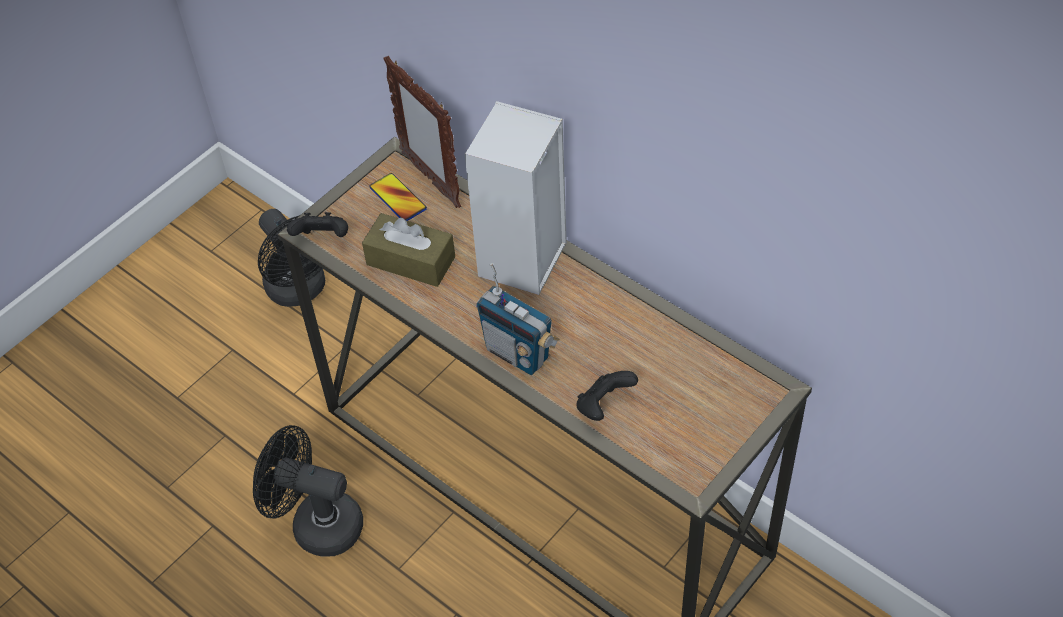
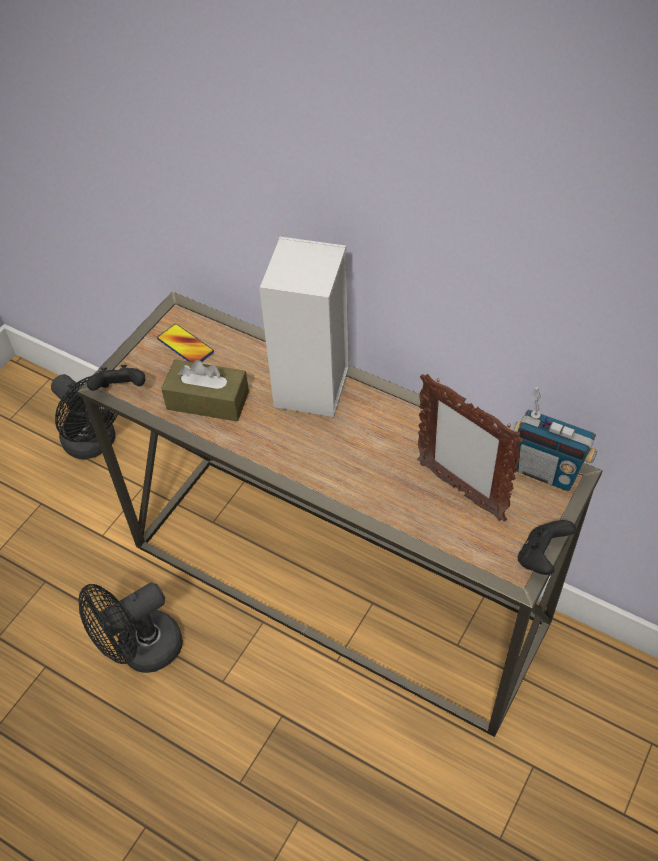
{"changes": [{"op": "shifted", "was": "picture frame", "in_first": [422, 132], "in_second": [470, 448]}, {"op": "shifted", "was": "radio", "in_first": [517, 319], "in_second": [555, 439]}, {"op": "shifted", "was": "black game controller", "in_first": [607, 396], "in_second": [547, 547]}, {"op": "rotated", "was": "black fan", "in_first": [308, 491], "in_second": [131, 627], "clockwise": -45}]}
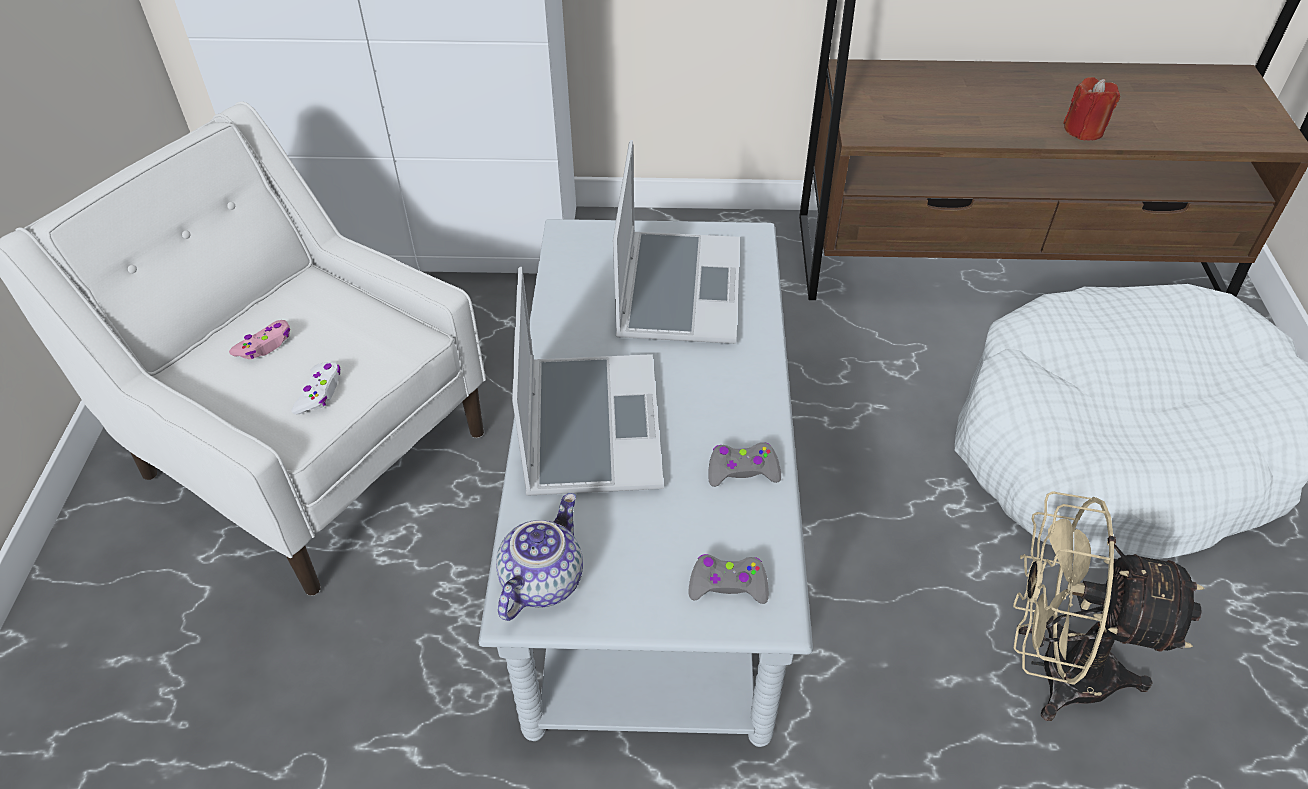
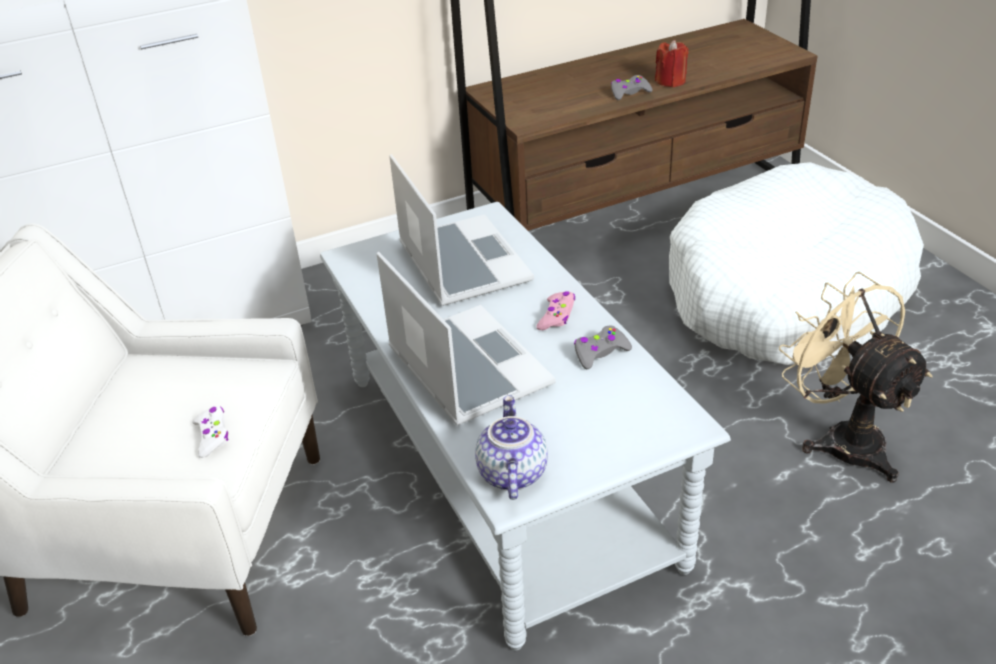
{"changes": [{"op": "shifted", "was": "pink game controller", "in_first": [259, 339], "in_second": [556, 310]}, {"op": "shifted", "was": "grey game controller", "in_first": [728, 579], "in_second": [632, 87]}, {"op": "rotated", "was": "beige fan", "in_first": [1109, 606], "in_second": [856, 377], "clockwise": 75}]}
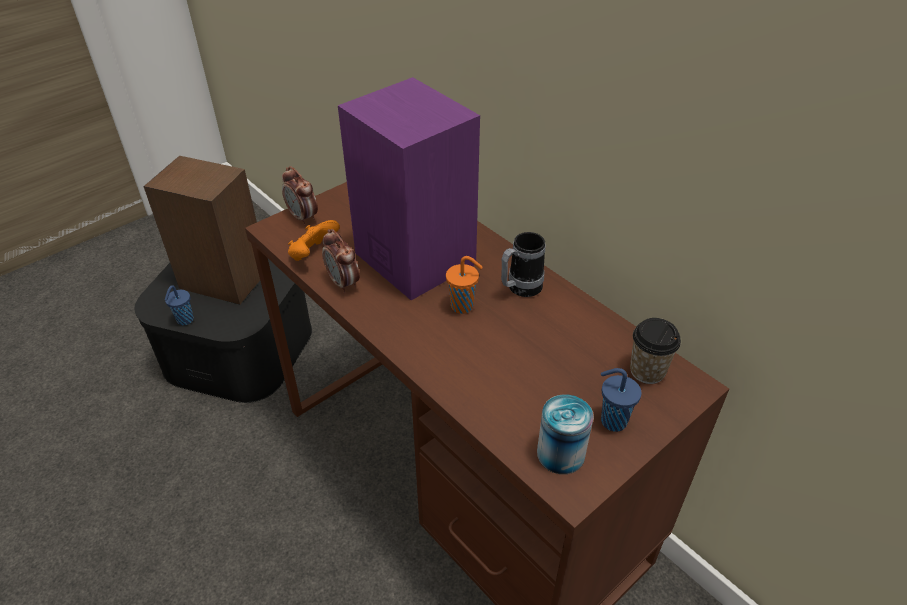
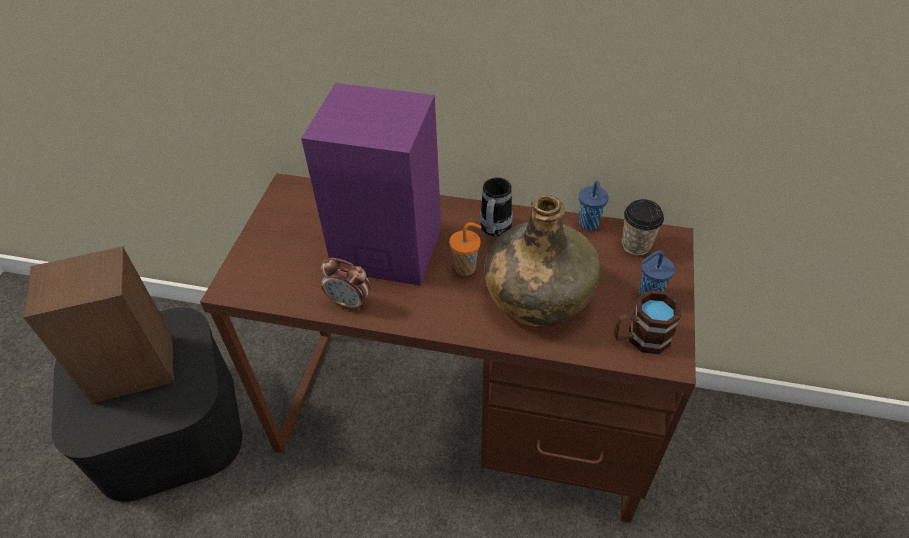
{"changes": [{"op": "gone", "was": "alarm clock", "in_first": [300, 196]}, {"op": "gone", "was": "orange game controller", "in_first": [314, 240]}, {"op": "new", "now": "green bottle", "in_second": [542, 260]}, {"op": "shifted", "was": "blue cup", "in_first": [179, 305], "in_second": [594, 205]}, {"op": "swapped", "was": "can", "now": "brown mug", "in_first": [565, 434], "in_second": [647, 322]}]}
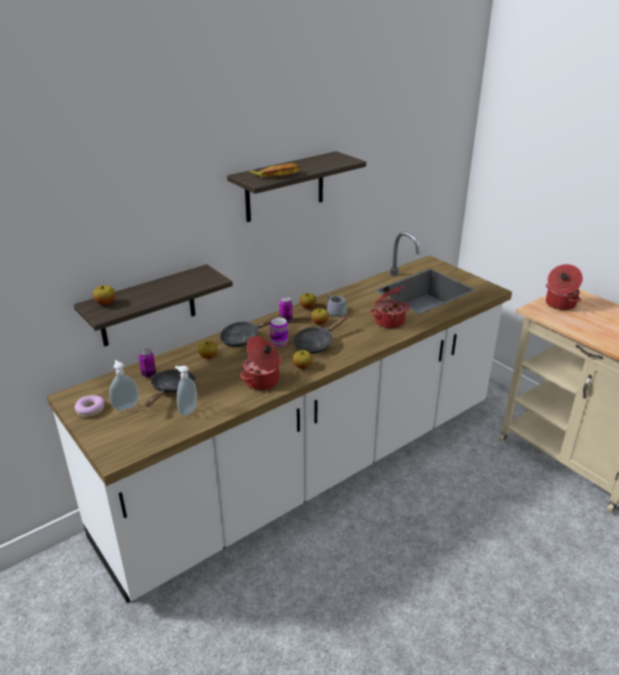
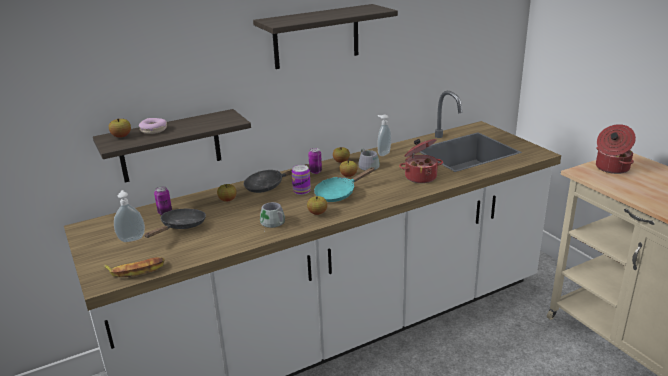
{"changes": [{"op": "shifted", "was": "donut", "in_first": [89, 406], "in_second": [153, 126]}, {"op": "shifted", "was": "soap dispenser", "in_first": [186, 391], "in_second": [384, 135]}, {"op": "shifted", "was": "banana", "in_first": [274, 170], "in_second": [134, 267]}, {"op": "swapped", "was": "cooking pot", "now": "grey mug", "in_first": [261, 363], "in_second": [272, 217]}, {"op": "repainted", "was": "black frying pan", "now": "turquoise frying pan", "in_first": [320, 334], "in_second": [344, 184]}]}
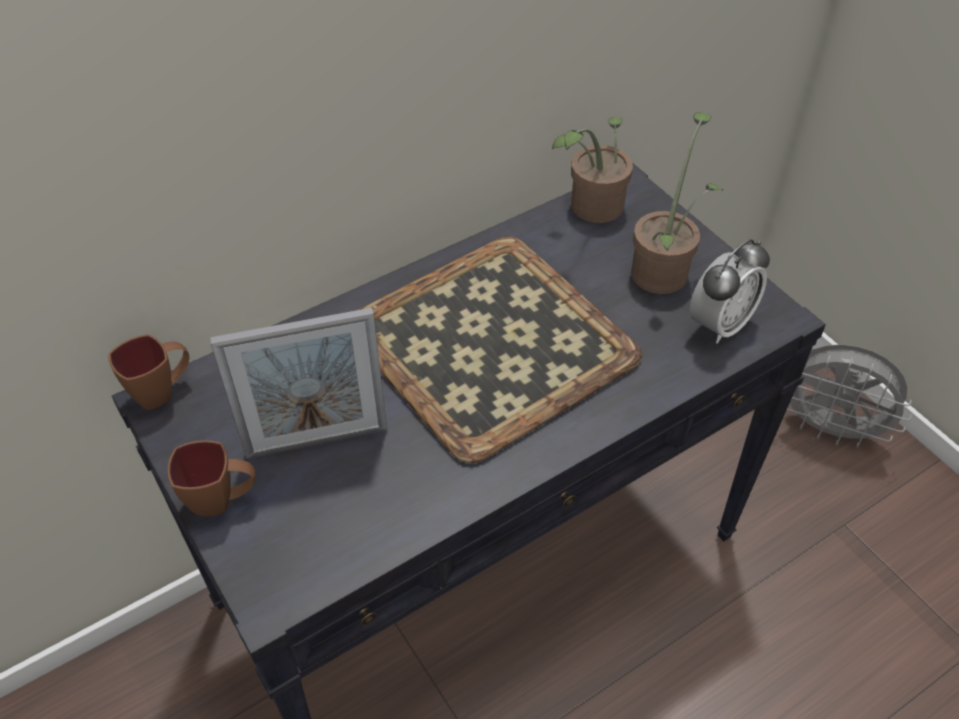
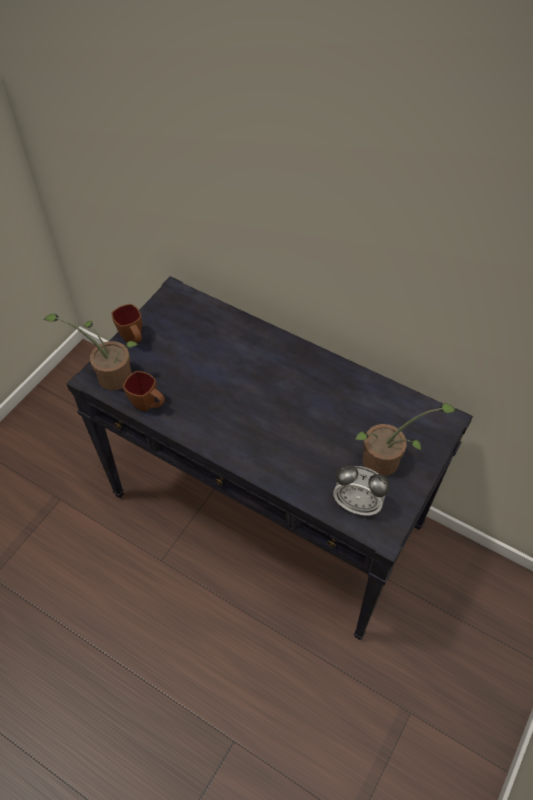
{"changes": [{"op": "gone", "was": "picture frame", "in_first": [298, 383]}, {"op": "gone", "was": "tray", "in_first": [500, 349]}, {"op": "gone", "was": "grey fan", "in_first": [849, 396]}, {"op": "shifted", "was": "brown mug", "in_first": [149, 372], "in_second": [144, 391]}, {"op": "shifted", "was": "potted plant", "in_first": [592, 170], "in_second": [91, 352]}]}
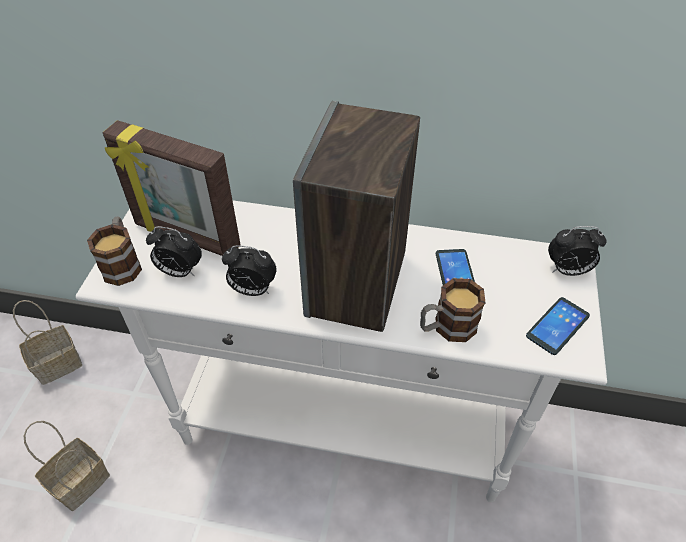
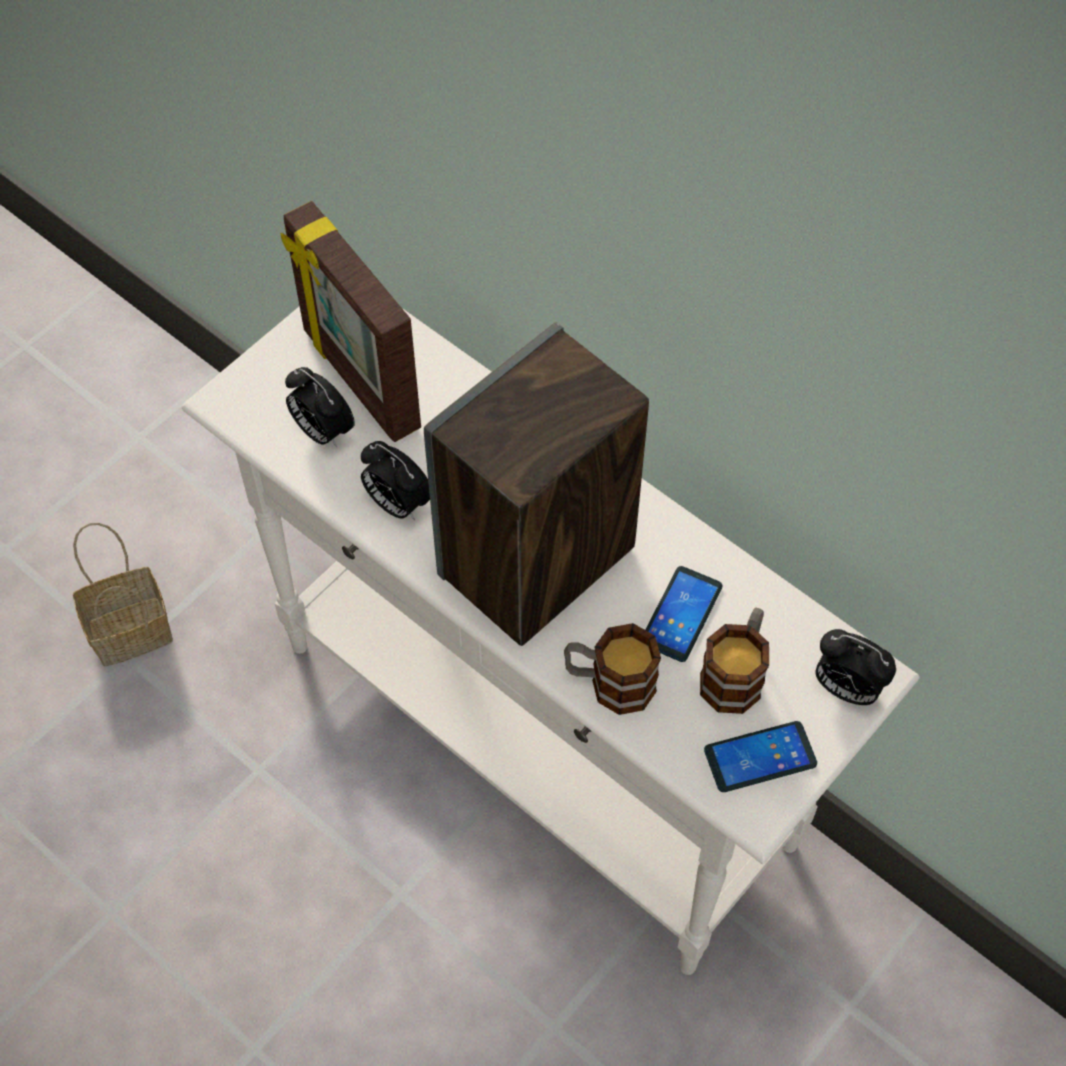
{"changes": [{"op": "gone", "was": "basket", "in_first": [47, 342]}, {"op": "shifted", "was": "mug", "in_first": [114, 251], "in_second": [734, 661]}]}
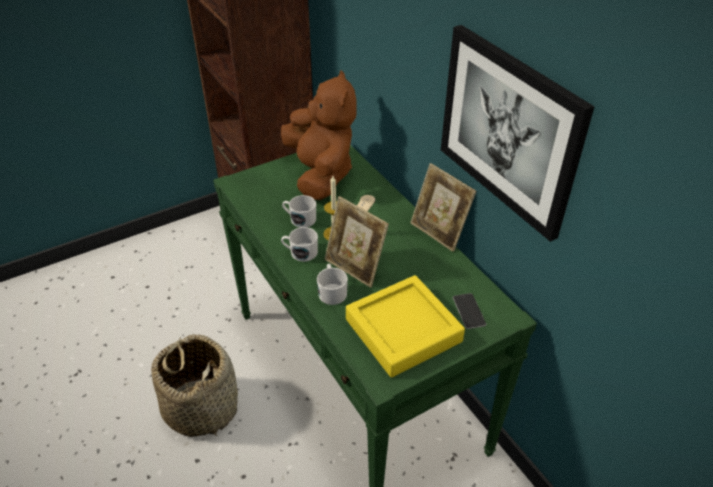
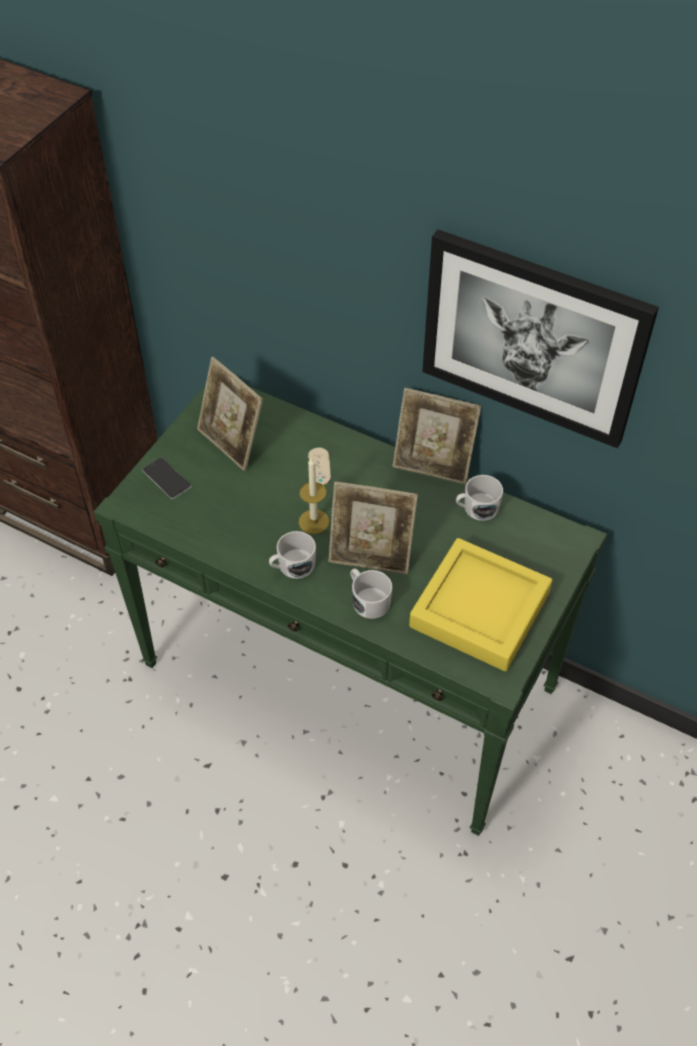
{"changes": [{"op": "gone", "was": "basket", "in_first": [194, 385]}, {"op": "shifted", "was": "white mug", "in_first": [299, 211], "in_second": [479, 498]}, {"op": "shifted", "was": "phone", "in_first": [469, 311], "in_second": [166, 478]}, {"op": "swapped", "was": "brown plush toy", "now": "picture frame", "in_first": [319, 135], "in_second": [230, 414]}]}
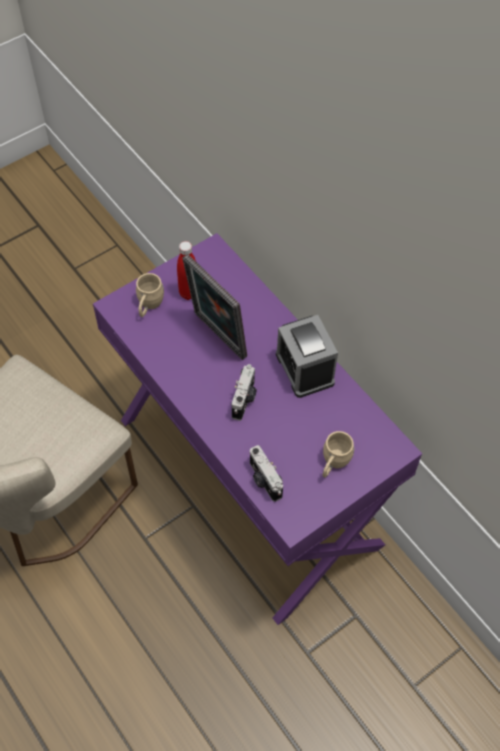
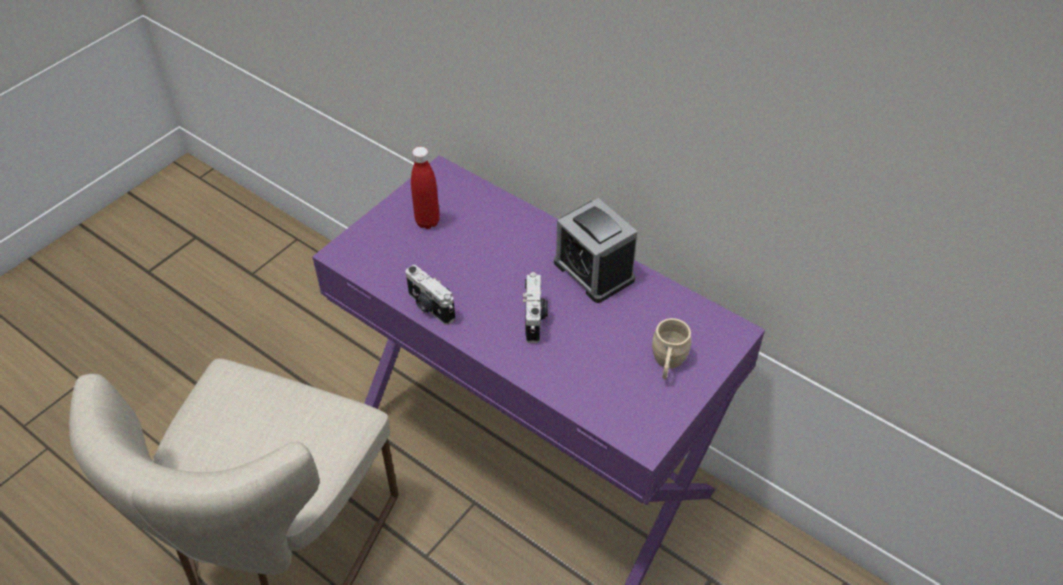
{"changes": [{"op": "gone", "was": "beige mug", "in_first": [150, 295]}, {"op": "gone", "was": "picture frame", "in_first": [214, 307]}, {"op": "shifted", "was": "photo camera", "in_first": [266, 473], "in_second": [430, 295]}]}
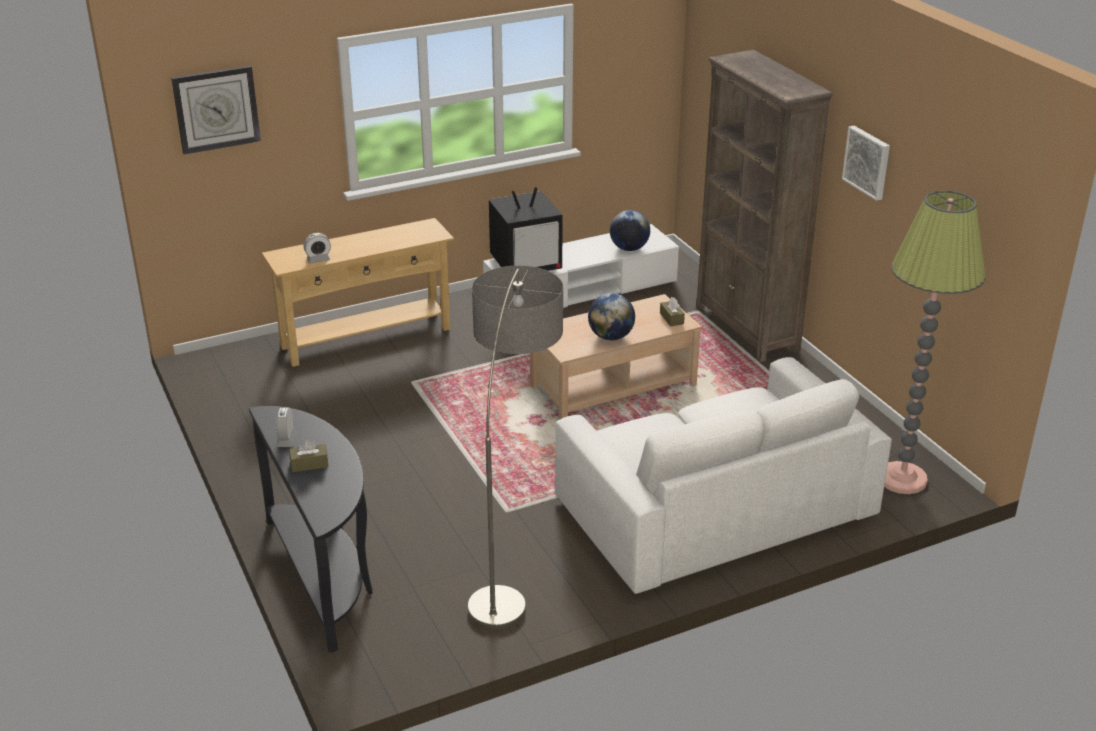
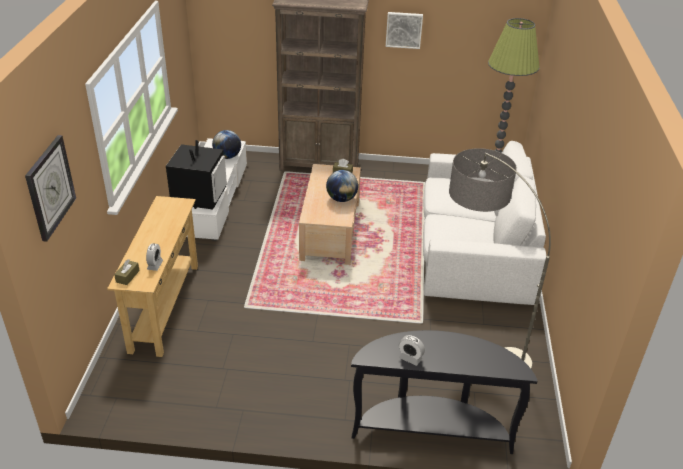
{"changes": [{"op": "shifted", "was": "brown tissue box", "in_first": [308, 456], "in_second": [127, 272]}]}
